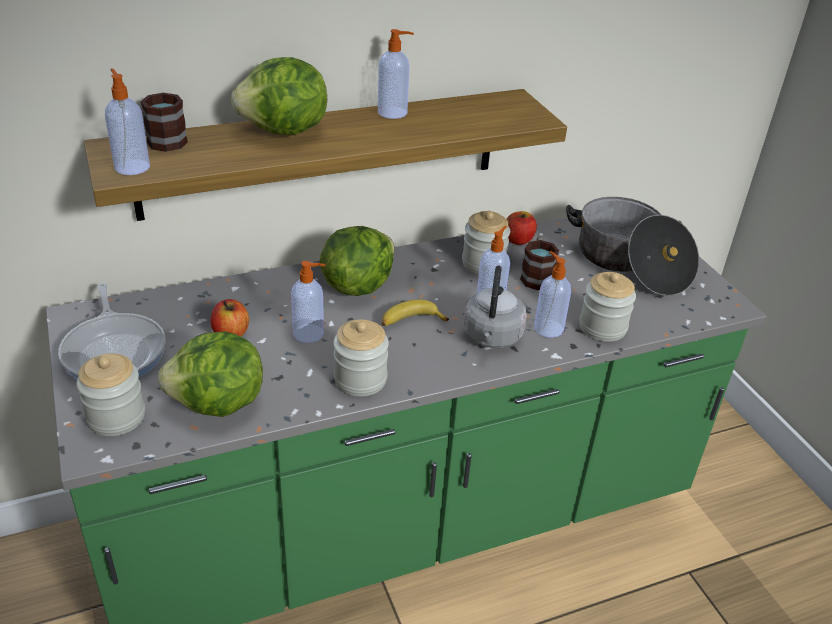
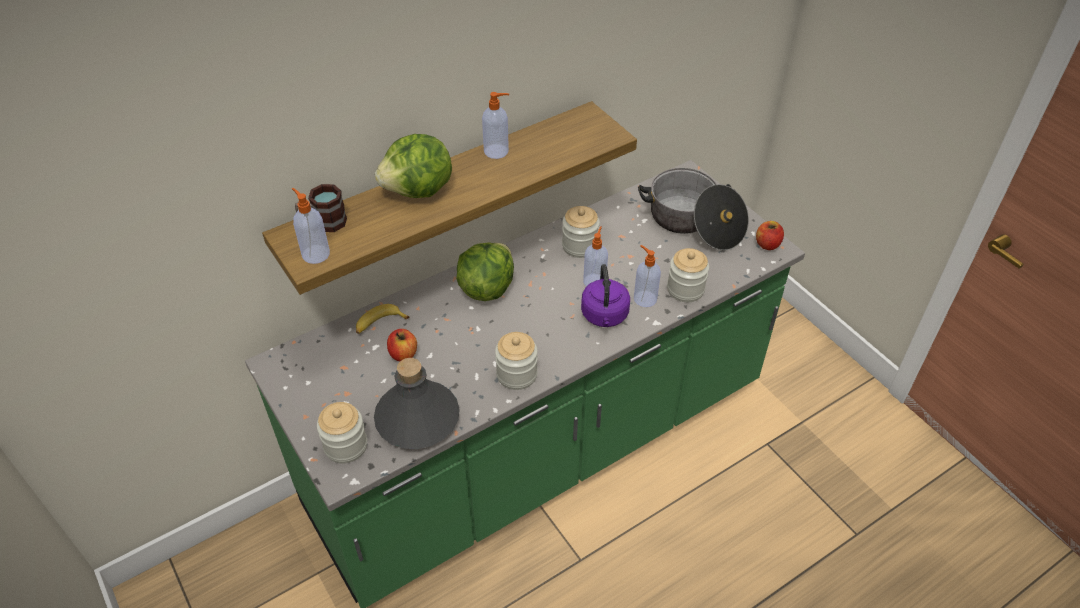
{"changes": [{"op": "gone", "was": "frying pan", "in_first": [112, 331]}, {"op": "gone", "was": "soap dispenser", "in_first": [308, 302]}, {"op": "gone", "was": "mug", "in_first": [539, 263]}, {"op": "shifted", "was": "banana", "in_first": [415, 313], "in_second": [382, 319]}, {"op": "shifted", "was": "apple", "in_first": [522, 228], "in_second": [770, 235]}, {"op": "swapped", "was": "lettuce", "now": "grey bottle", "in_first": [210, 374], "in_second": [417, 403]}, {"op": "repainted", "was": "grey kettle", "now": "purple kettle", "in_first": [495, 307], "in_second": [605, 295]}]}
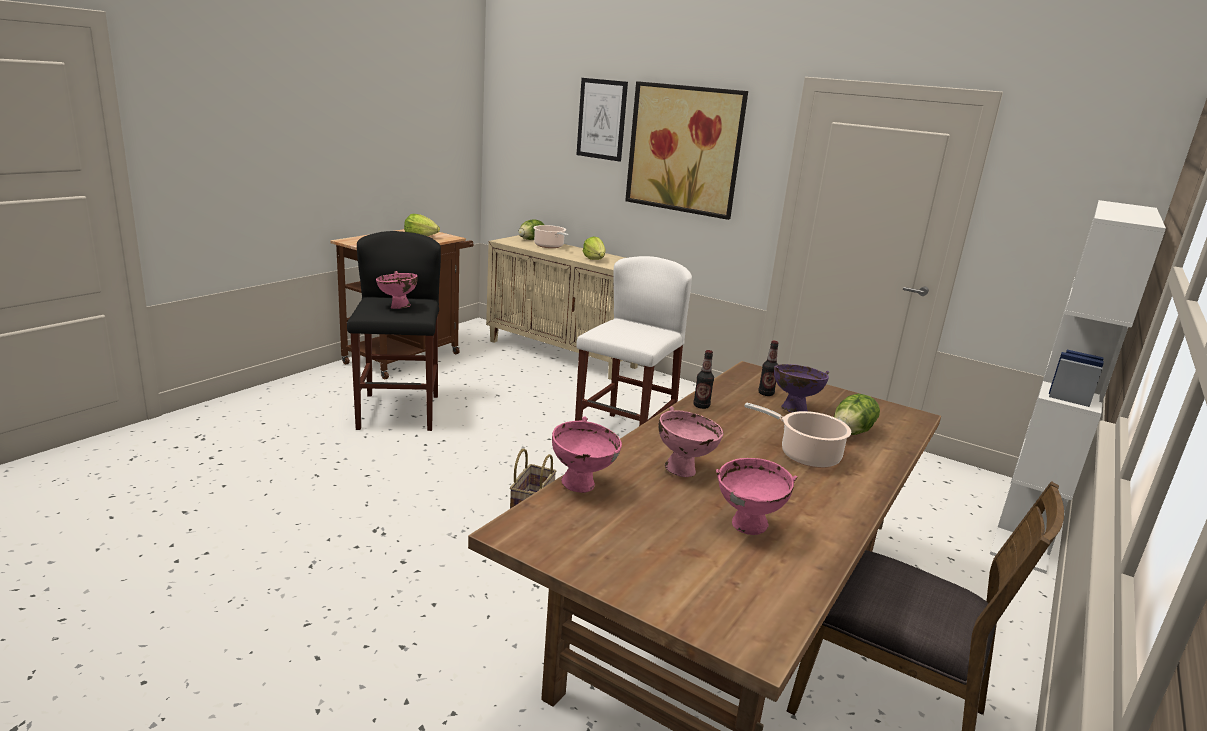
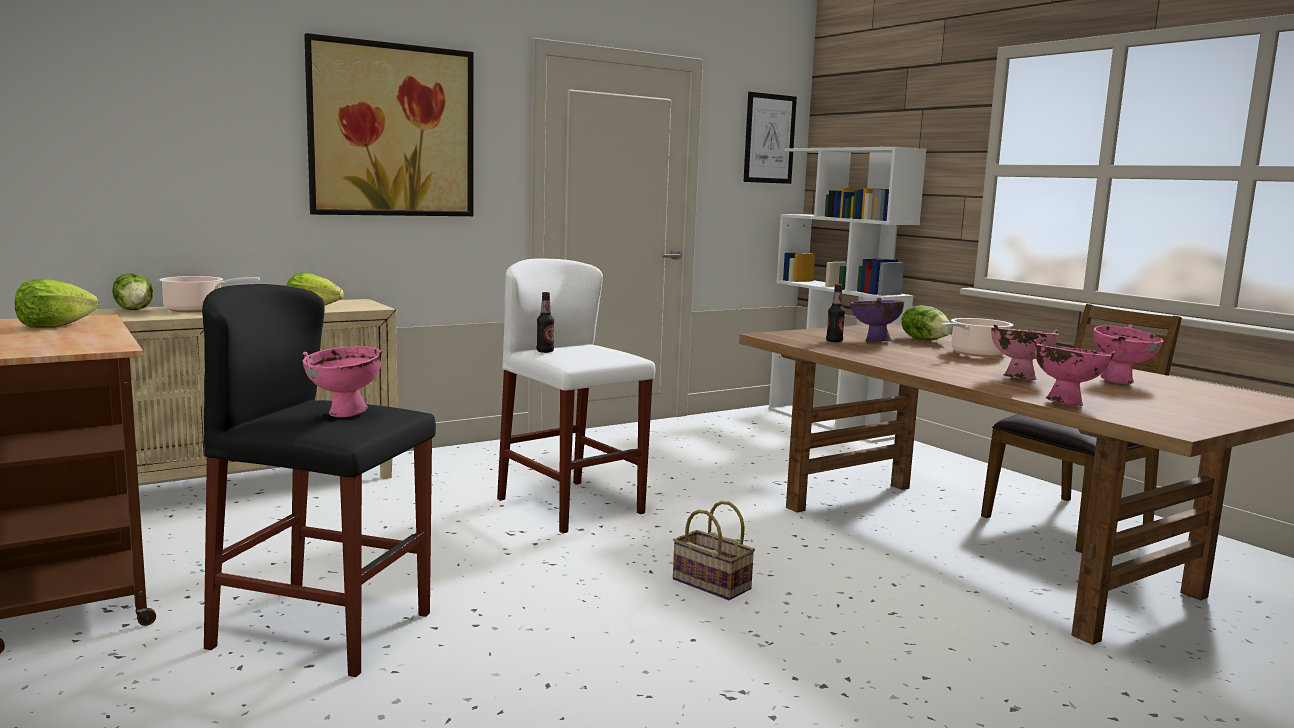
{"changes": [{"op": "shifted", "was": "picture", "in_first": [602, 120], "in_second": [770, 138]}, {"op": "shifted", "was": "bottle", "in_first": [703, 379], "in_second": [545, 322]}]}
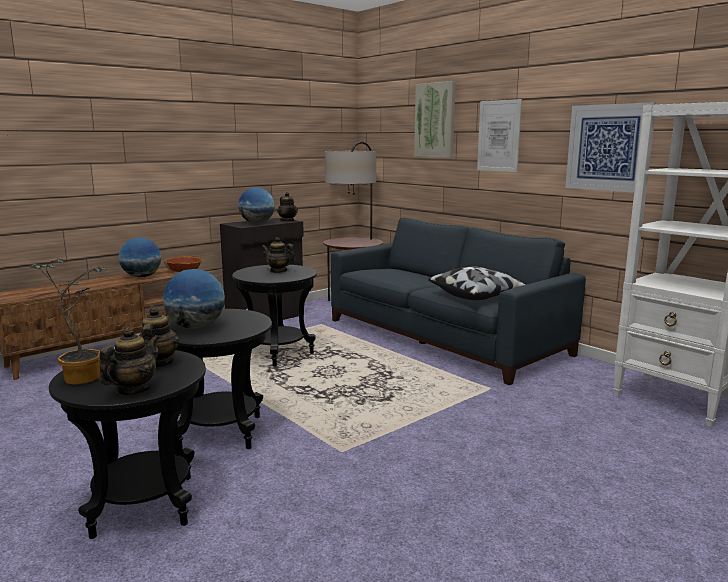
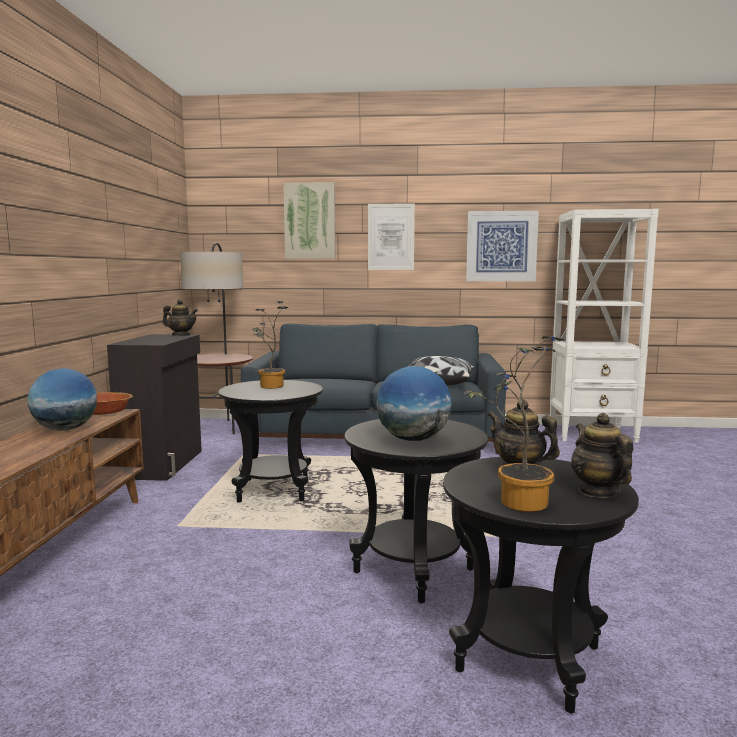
{"changes": [{"op": "gone", "was": "globe", "in_first": [256, 205]}, {"op": "swapped", "was": "teapot", "now": "potted plant", "in_first": [278, 255], "in_second": [270, 345]}]}
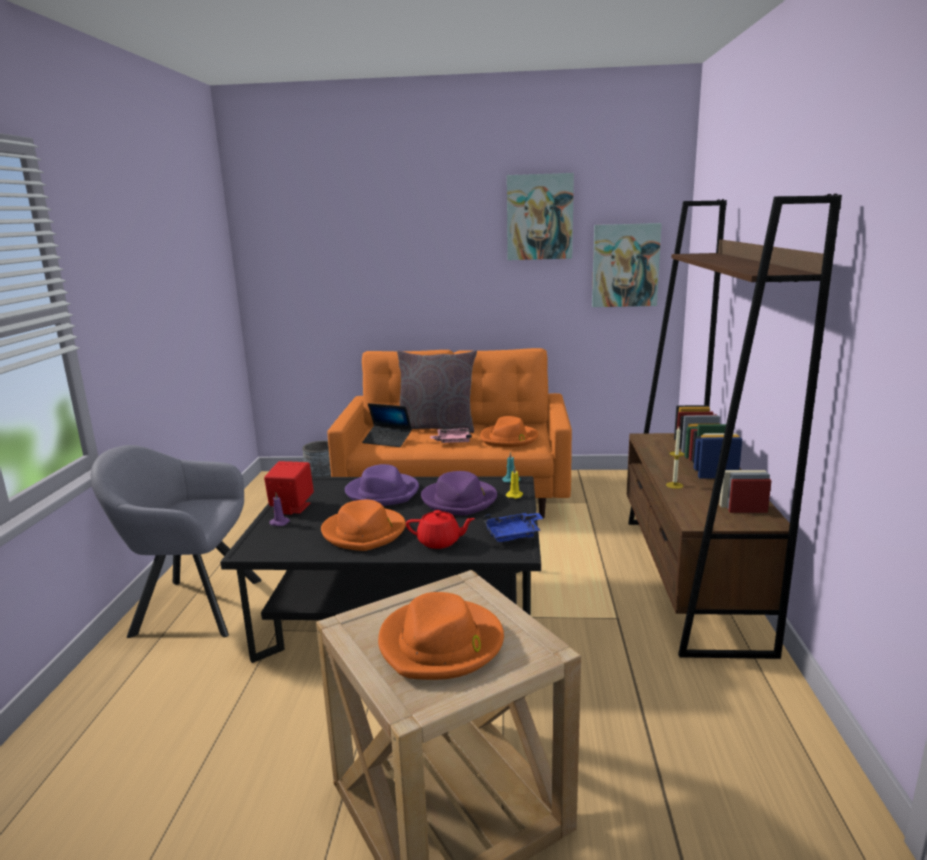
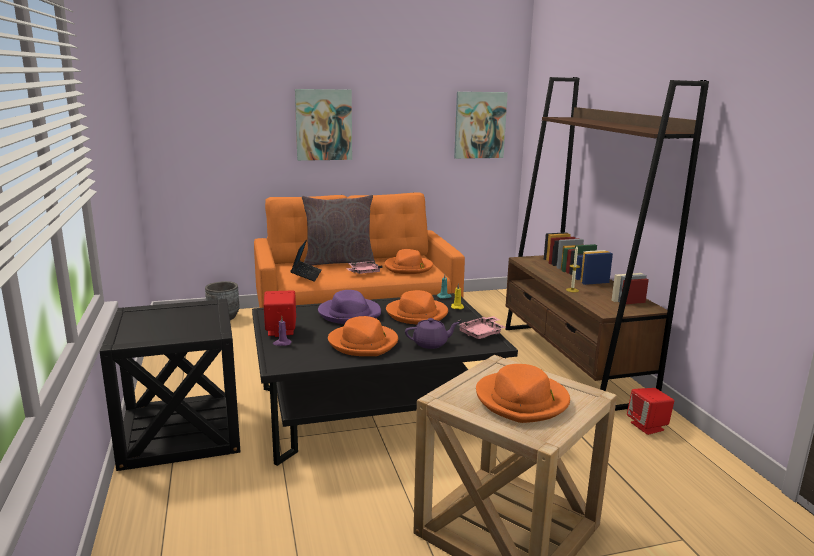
{"changes": [{"op": "new", "now": "red speaker", "in_second": [650, 411]}, {"op": "shifted", "was": "picture", "in_first": [540, 216], "in_second": [323, 125]}, {"op": "swapped", "was": "grey armchair", "now": "black side table", "in_first": [176, 541], "in_second": [170, 385]}, {"op": "repainted", "was": "red teapot", "now": "purple teapot", "in_first": [440, 529], "in_second": [432, 333]}, {"op": "repainted", "was": "purple hat", "now": "orange hat", "in_first": [459, 493], "in_second": [417, 307]}, {"op": "repainted", "was": "blue tray", "now": "pink tray", "in_first": [513, 527], "in_second": [481, 327]}, {"op": "rotated", "was": "laptop", "in_first": [387, 425], "in_second": [306, 260], "clockwise": -90}]}
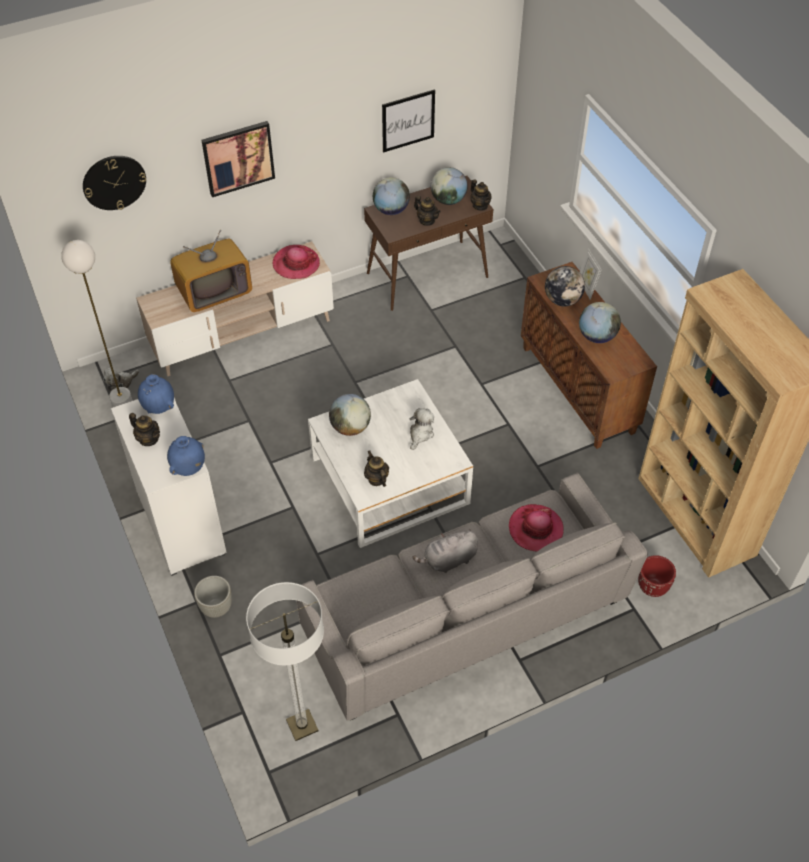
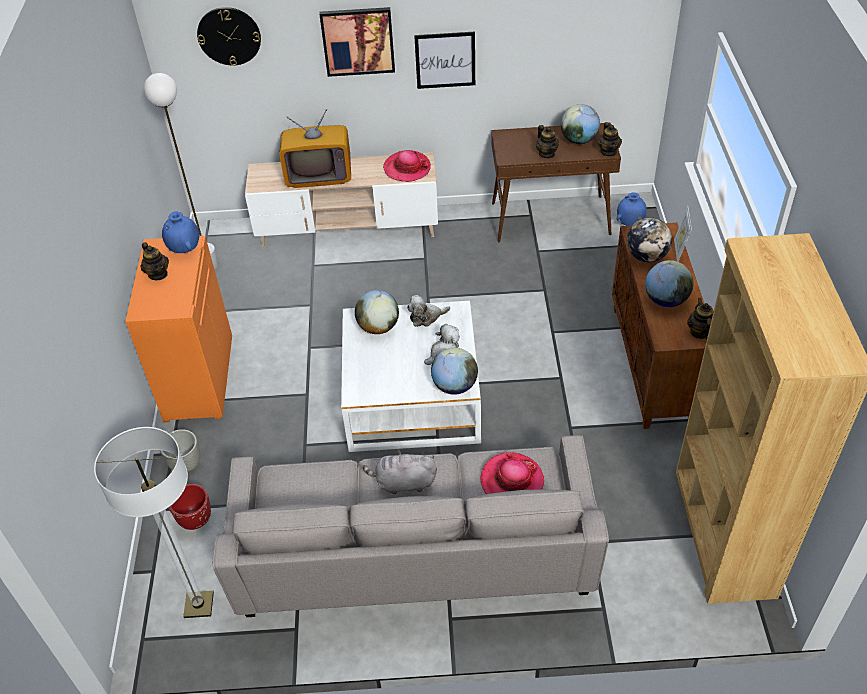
{"changes": [{"op": "shifted", "was": "plush toy", "in_first": [121, 379], "in_second": [428, 311]}, {"op": "shifted", "was": "blue vase", "in_first": [186, 456], "in_second": [632, 209]}, {"op": "shifted", "was": "teapot", "in_first": [376, 469], "in_second": [700, 318]}, {"op": "shifted", "was": "globe", "in_first": [391, 196], "in_second": [454, 371]}, {"op": "shifted", "was": "picture", "in_first": [408, 120], "in_second": [444, 60]}, {"op": "shifted", "was": "red planter", "in_first": [657, 576], "in_second": [190, 507]}, {"op": "repainted", "was": "white cabinet", "now": "orange cabinet", "in_first": [169, 487], "in_second": [178, 329]}]}
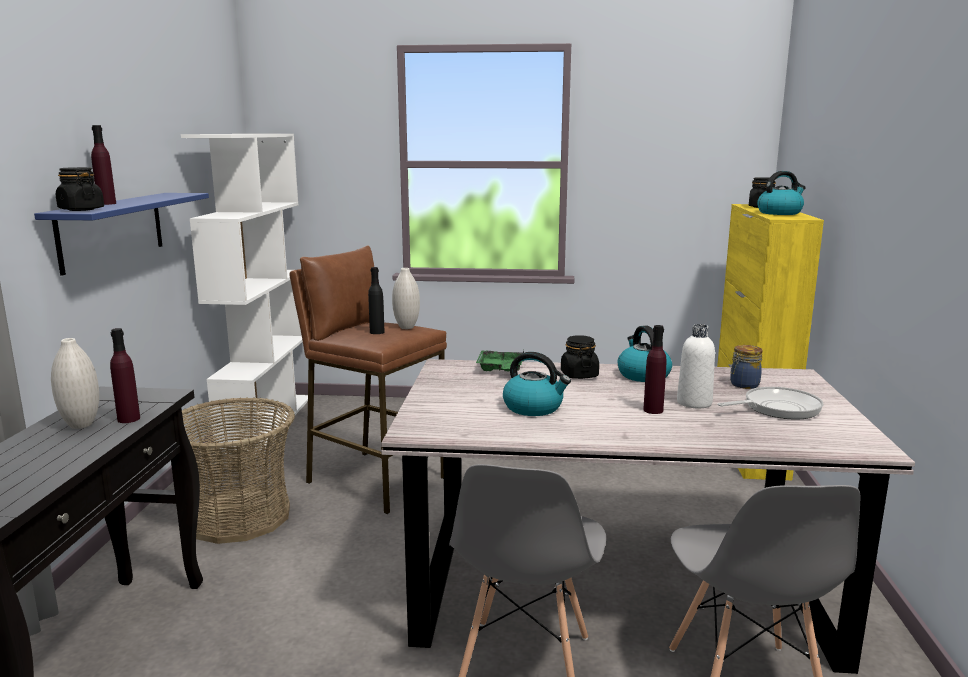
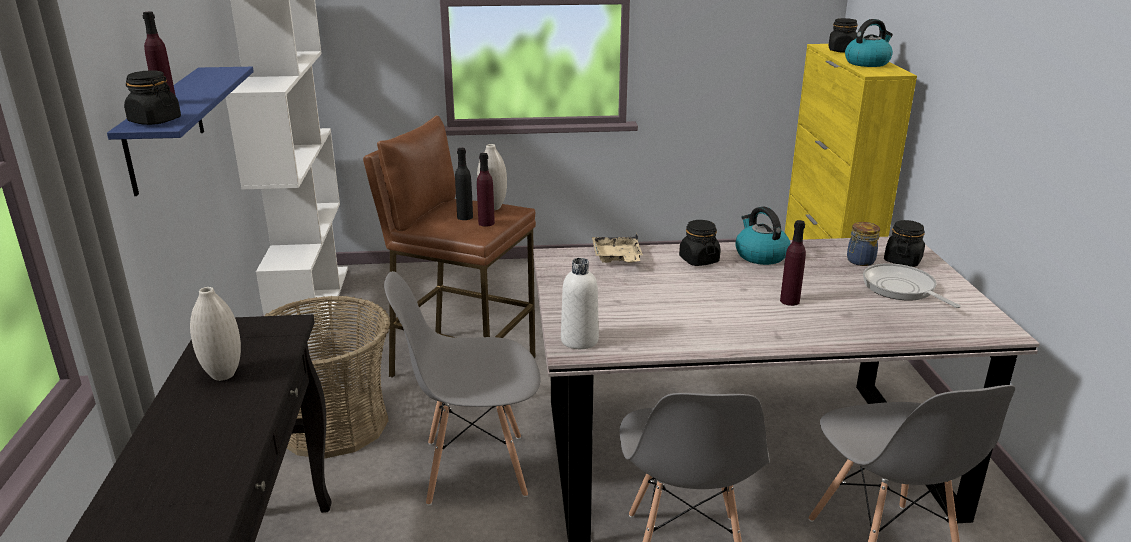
{"changes": [{"op": "gone", "was": "kettle", "in_first": [537, 384]}, {"op": "new", "now": "grey chair", "in_second": [462, 388]}, {"op": "new", "now": "black jar", "in_second": [904, 243]}, {"op": "shifted", "was": "purple bottle", "in_first": [125, 375], "in_second": [486, 190]}, {"op": "shifted", "was": "white bottle", "in_first": [696, 366], "in_second": [580, 303]}, {"op": "repainted", "was": "green tray", "now": "beige tray", "in_first": [500, 360], "in_second": [617, 248]}, {"op": "rotated", "was": "frying pan", "in_first": [770, 403], "in_second": [912, 285], "clockwise": -90}]}
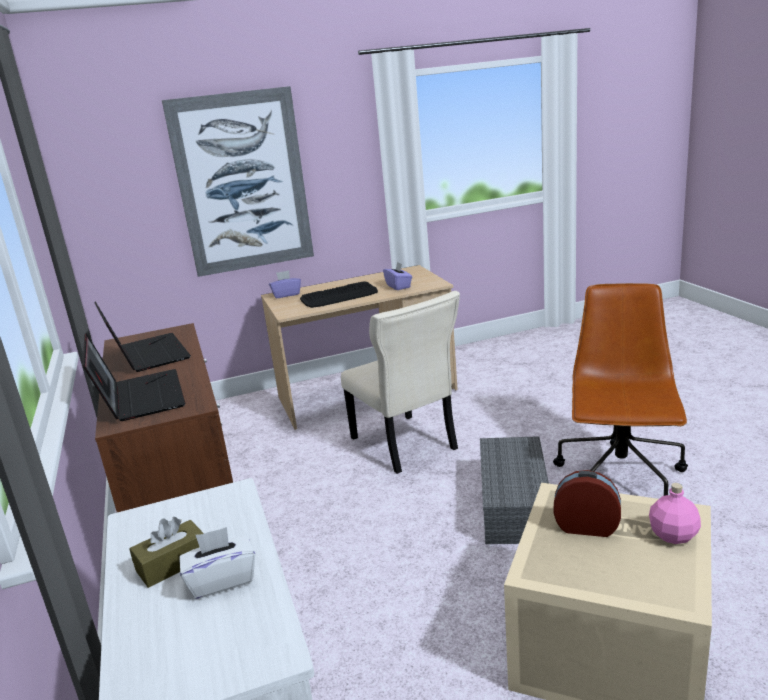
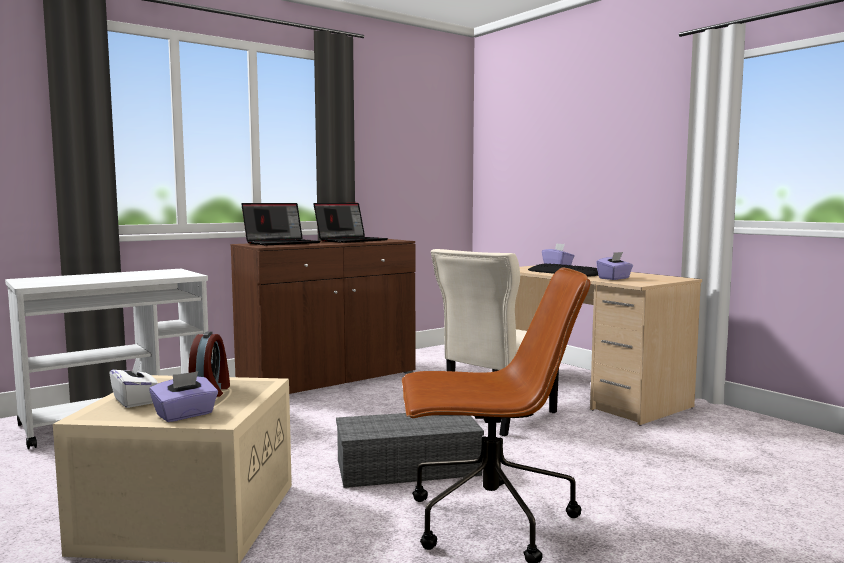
{"changes": [{"op": "gone", "was": "brown tissue box", "in_first": [166, 552]}, {"op": "gone", "was": "picture", "in_first": [238, 181]}, {"op": "shifted", "was": "white tissue box", "in_first": [217, 563], "in_second": [133, 382]}, {"op": "swapped", "was": "pink bottle", "now": "purple tissue box", "in_first": [675, 513], "in_second": [183, 396]}]}
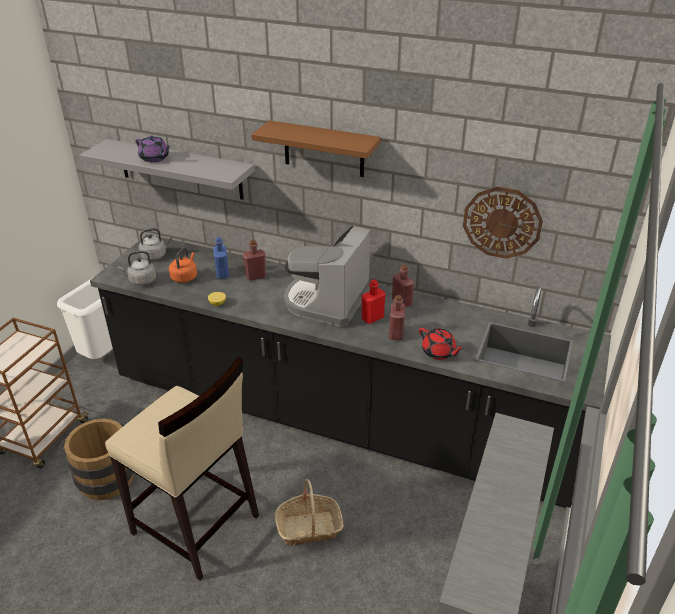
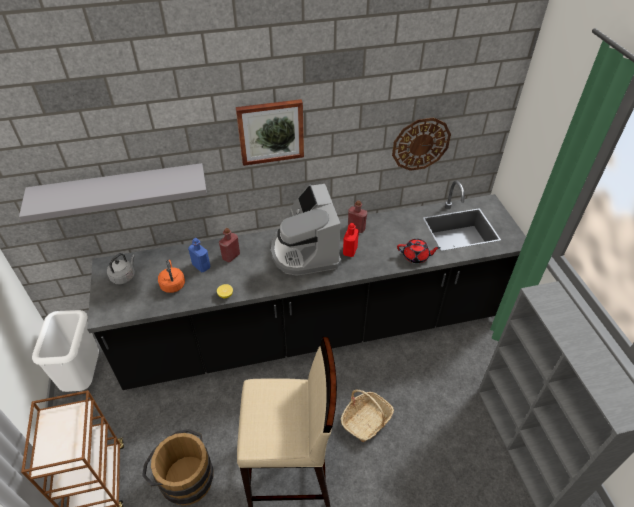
{"changes": [{"op": "gone", "was": "grey kettle", "in_first": [137, 268]}, {"op": "gone", "was": "purple teapot", "in_first": [153, 148]}, {"op": "gone", "was": "red bottle", "in_first": [397, 317]}, {"op": "swapped", "was": "brown shelf", "now": "picture", "in_first": [316, 148], "in_second": [270, 132]}]}
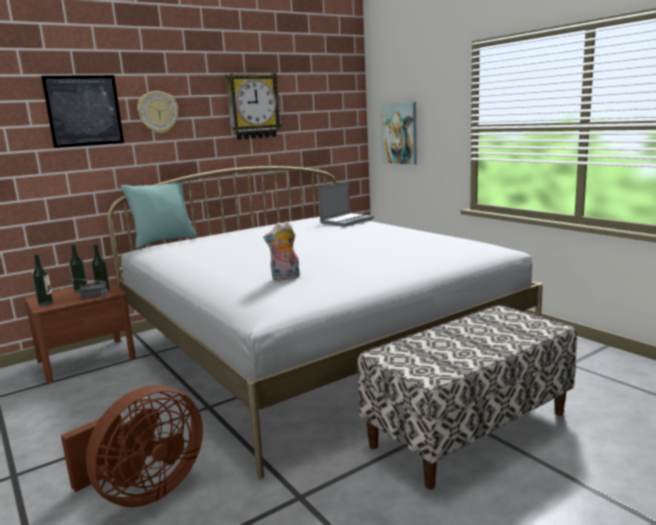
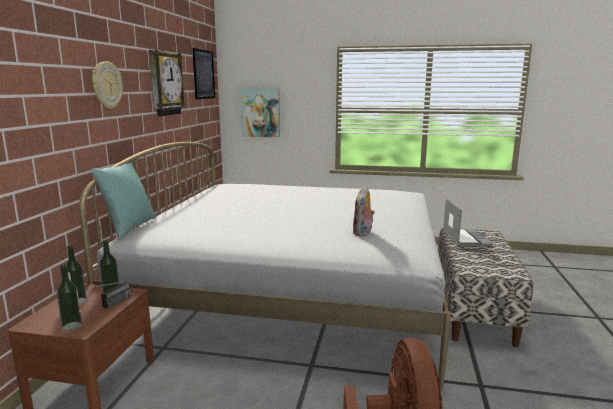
{"changes": [{"op": "shifted", "was": "picture", "in_first": [82, 111], "in_second": [203, 73]}, {"op": "shifted", "was": "laptop", "in_first": [346, 204], "in_second": [468, 222]}]}
